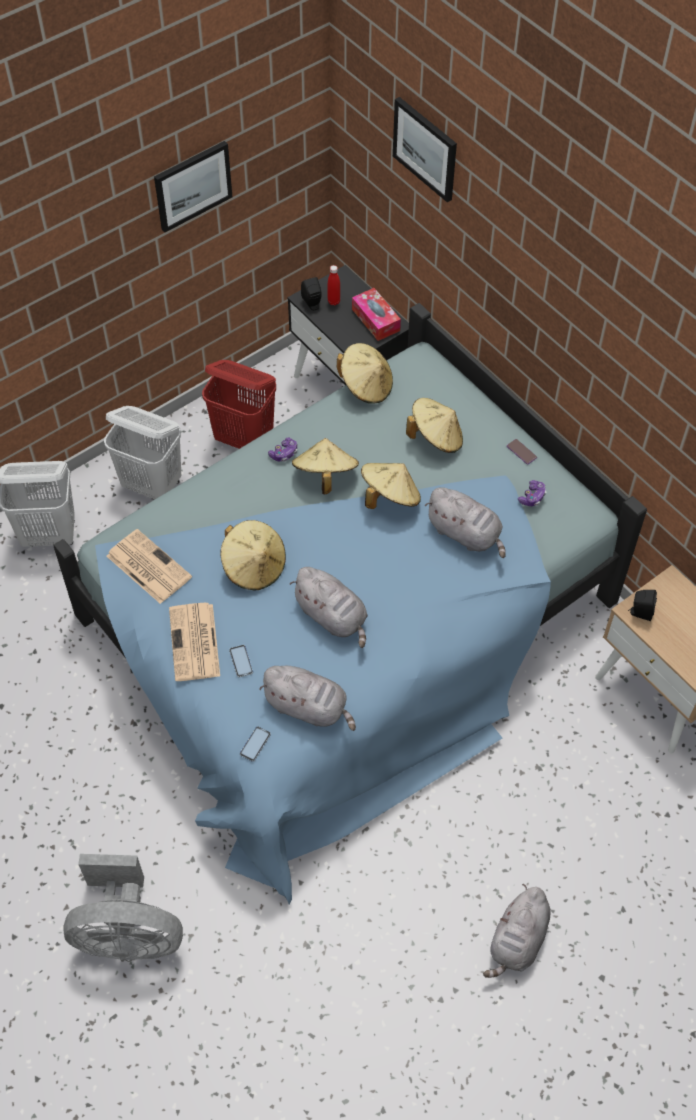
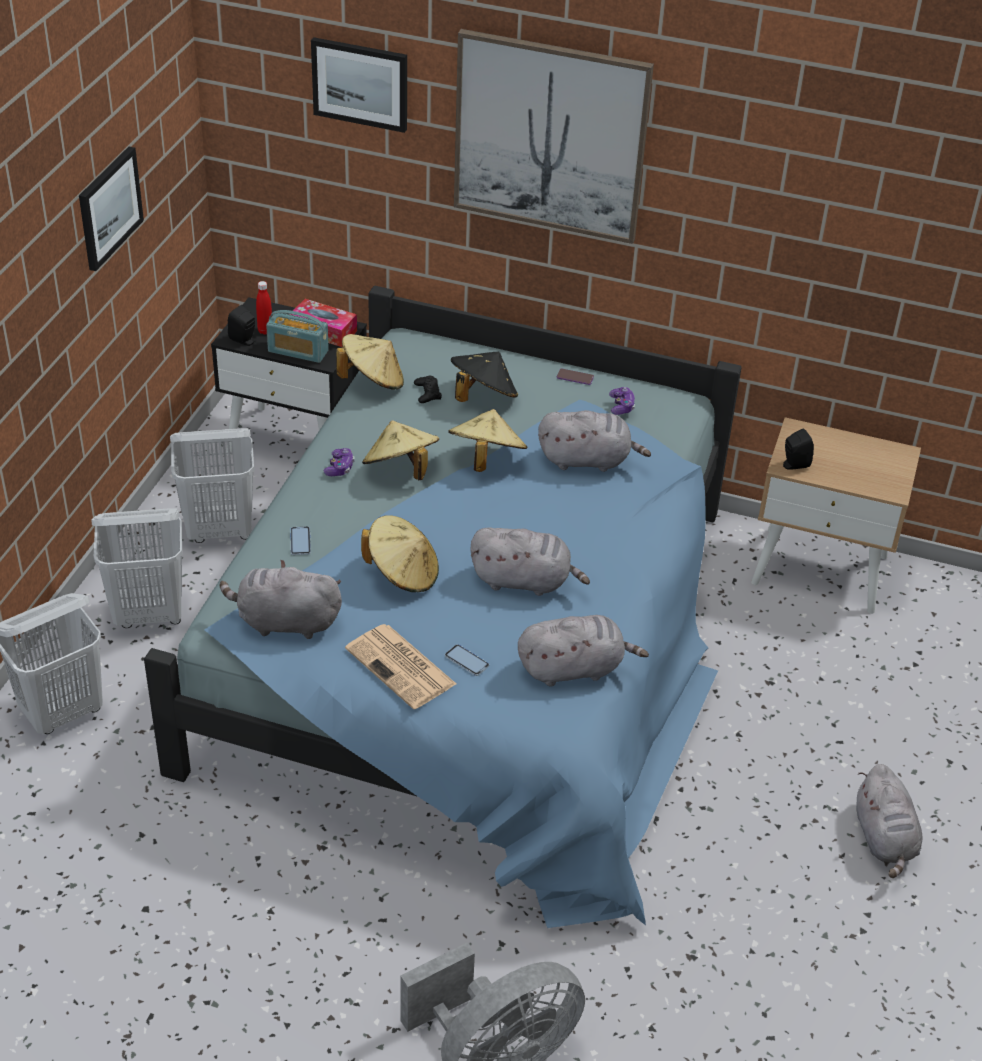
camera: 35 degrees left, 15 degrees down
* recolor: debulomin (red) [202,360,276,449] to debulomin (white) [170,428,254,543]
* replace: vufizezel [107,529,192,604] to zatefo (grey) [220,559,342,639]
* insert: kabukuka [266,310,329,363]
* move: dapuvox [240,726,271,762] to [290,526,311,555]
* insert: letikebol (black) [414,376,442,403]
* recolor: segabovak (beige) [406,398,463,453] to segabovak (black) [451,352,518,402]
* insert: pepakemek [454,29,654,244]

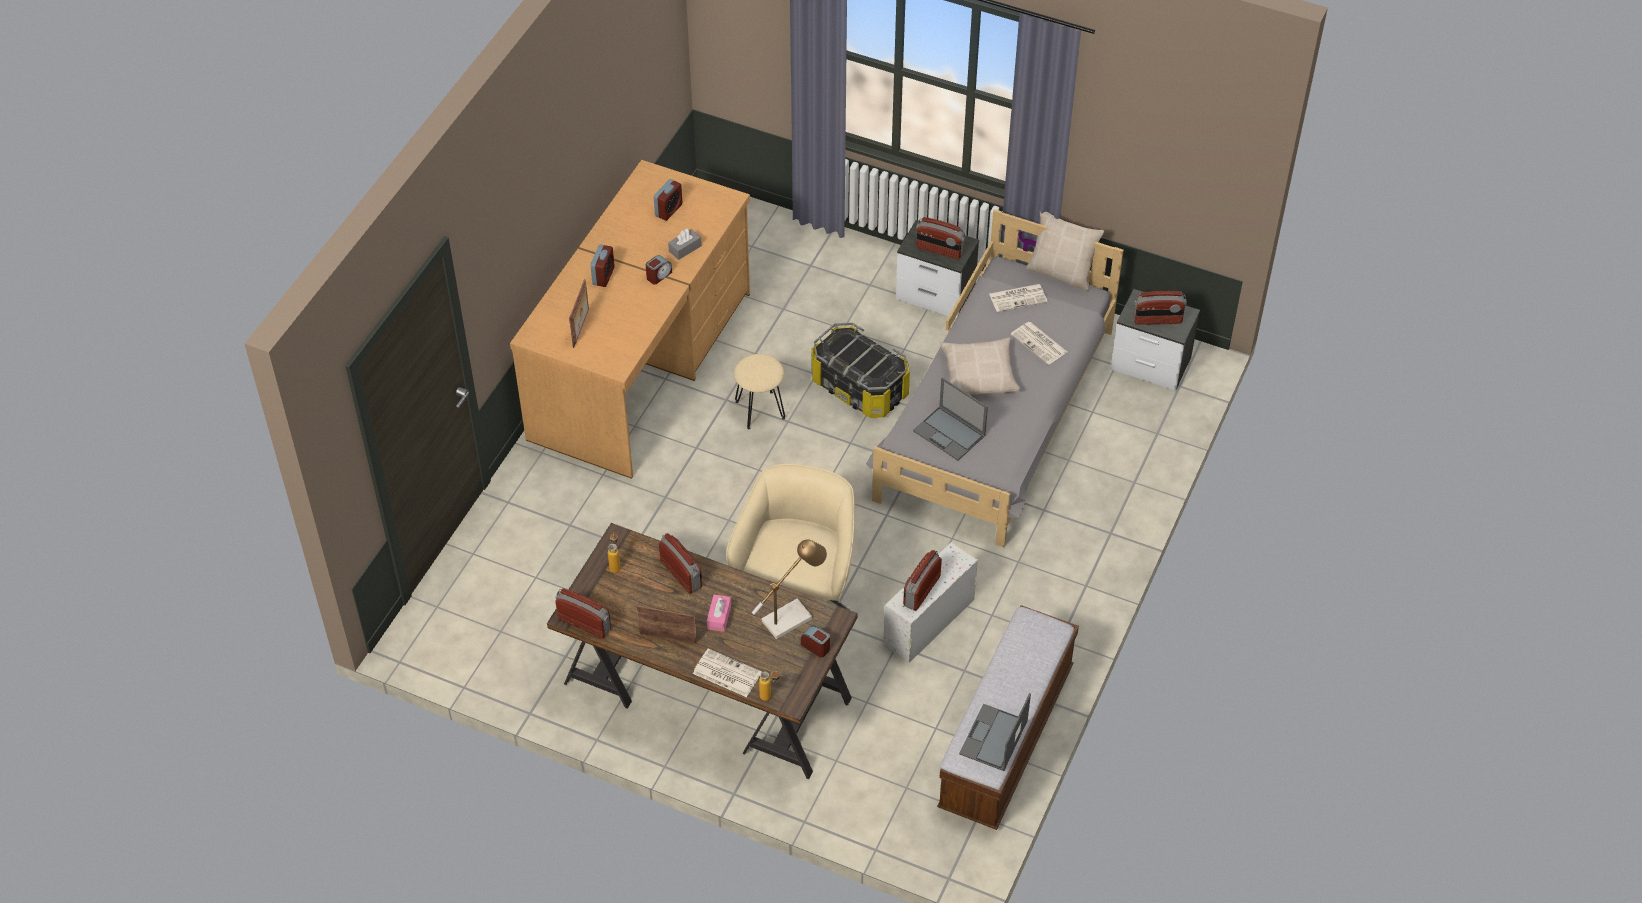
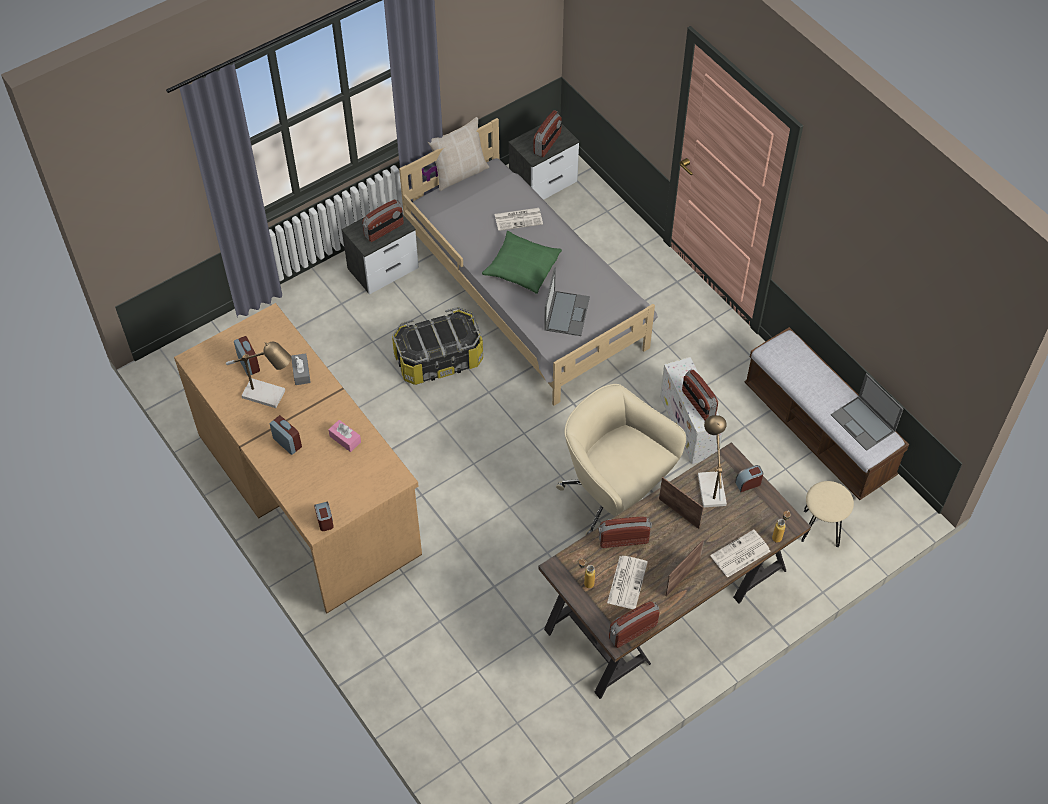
camera: 60 degrees left, 5 degrees up
* insert: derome [226,342,292,408]
* move: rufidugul [646,255,672,284] to [314,502,334,531]
* move: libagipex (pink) [707,594,731,632] to [328,420,361,452]
* recolor: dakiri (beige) [940,337,1020,395] to dakiri (green) [482,231,562,294]
* rotate: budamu [913,377,988,461] = [544,267,590,336] 60 degrees counterclockwise
* move: vufizezel [989,284,1047,312] to [607,556,648,609]
* move: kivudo [569,279,589,348] to [659,477,704,529]
* move: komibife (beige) [734,354,785,429] to [801,481,854,547]

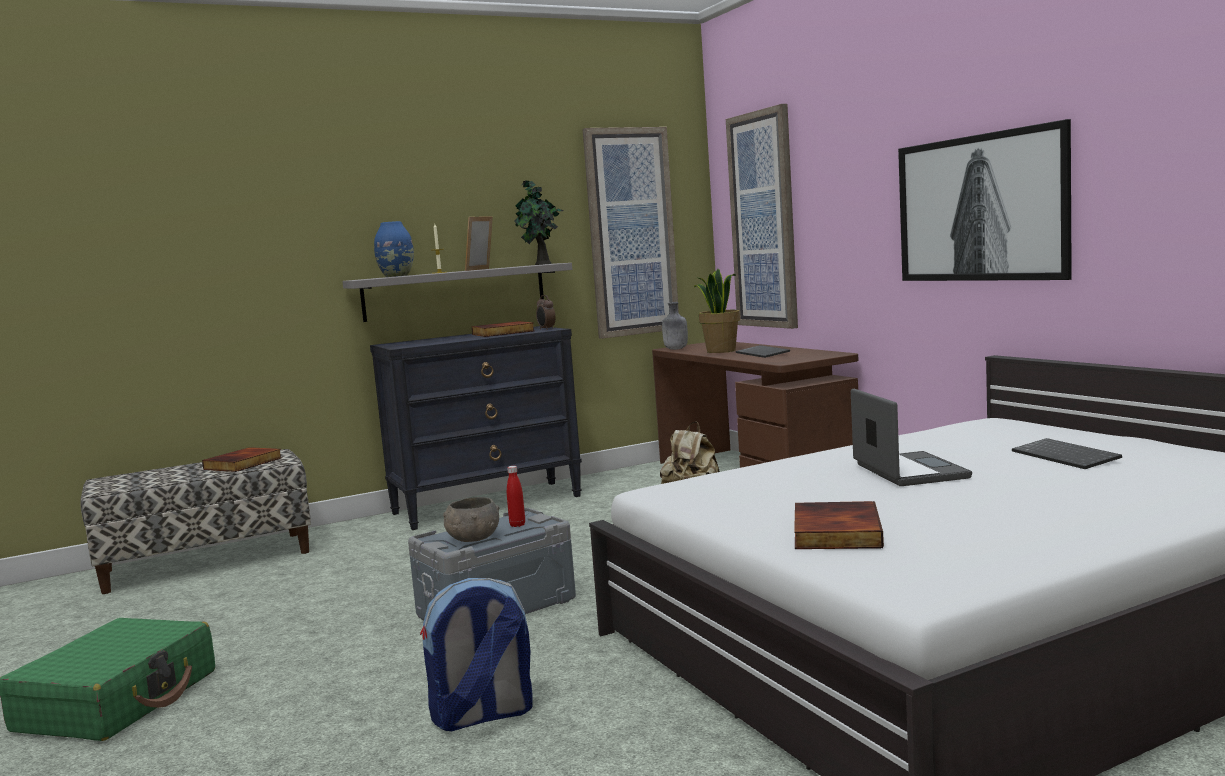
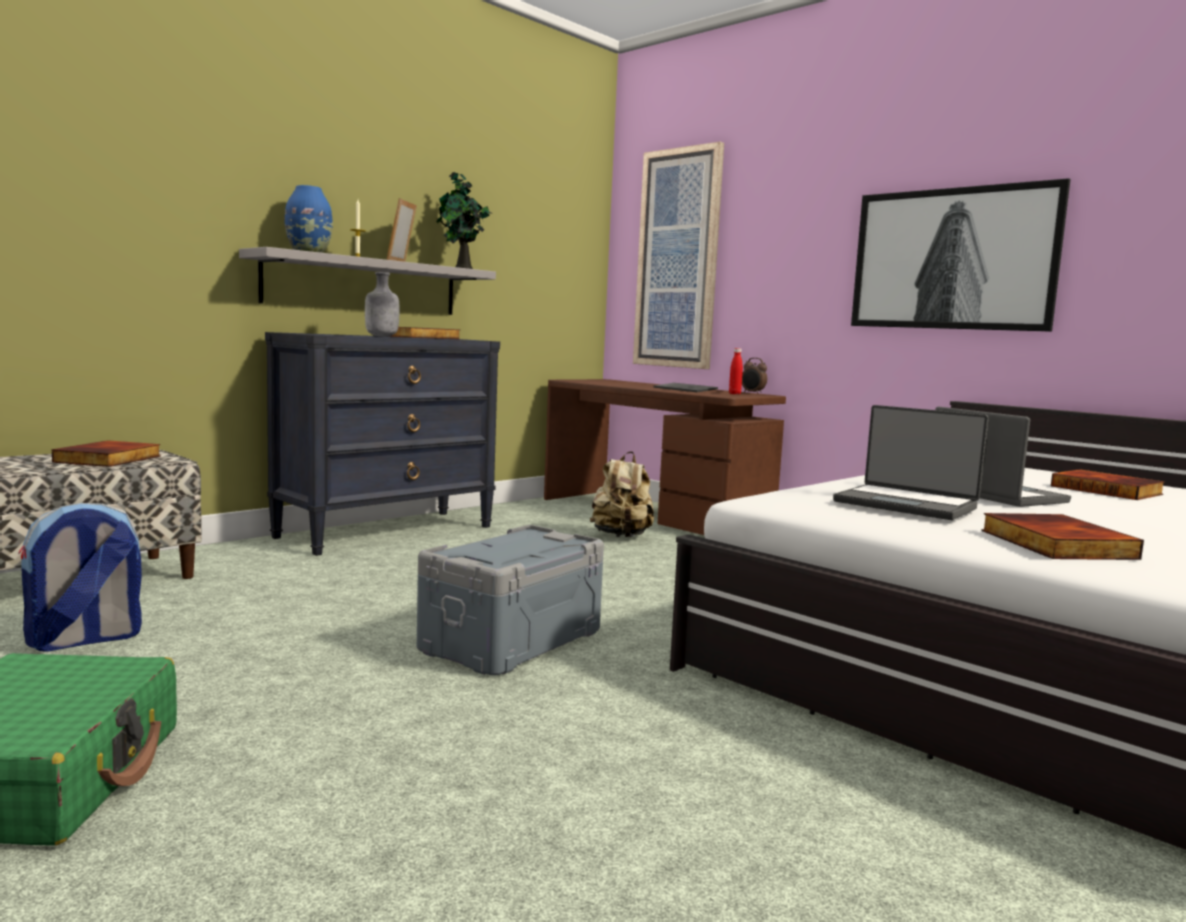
camera: 20 degrees left, 0 degrees up
* move: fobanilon [420,578,533,731] to [18,503,142,652]
* move: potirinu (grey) [662,302,688,350] to [365,272,400,337]
* move: potirinu (red) [507,466,525,527] to [729,348,743,394]
* move: rufidugul [536,295,555,330] to [742,358,767,394]
* insert: budamu [833,405,989,520]
* replace: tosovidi [1012,438,1122,469] to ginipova [1051,469,1165,500]
* delete: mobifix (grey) [443,497,499,542]
* delete: pepakemek [583,127,679,339]
* delete: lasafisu [694,269,740,353]

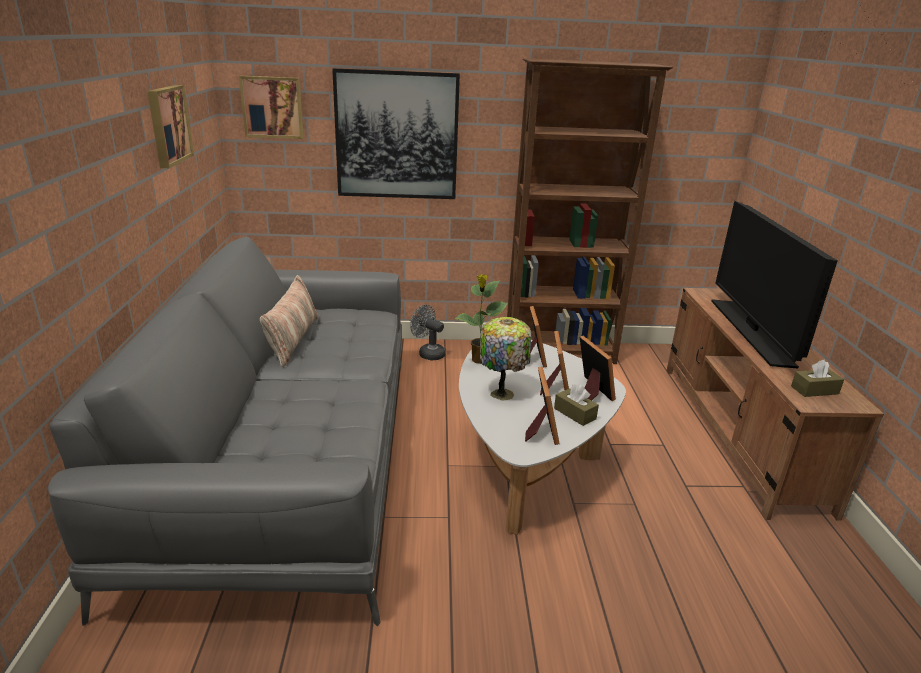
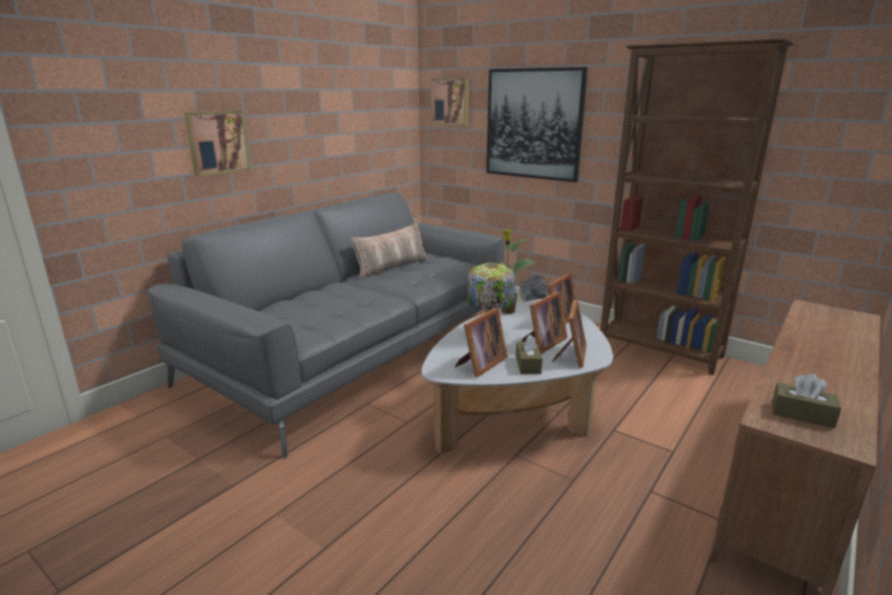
camera: 40 degrees right, 5 degrees down
* move: pepakemek [147,85,194,168] to [184,110,251,177]
* delete: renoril [711,201,838,369]

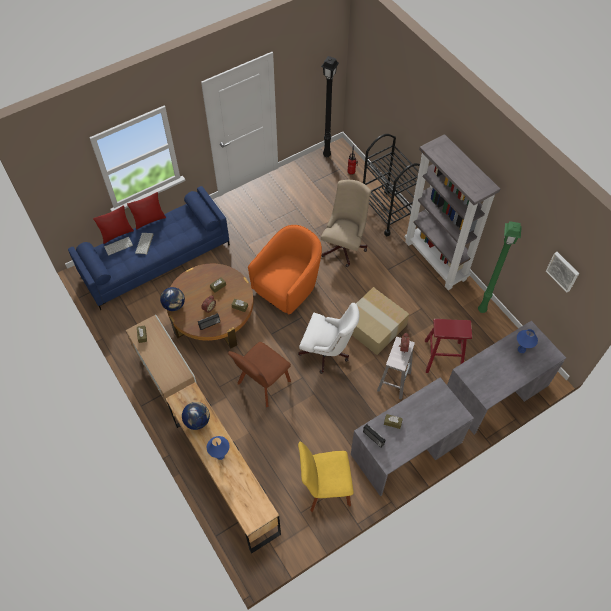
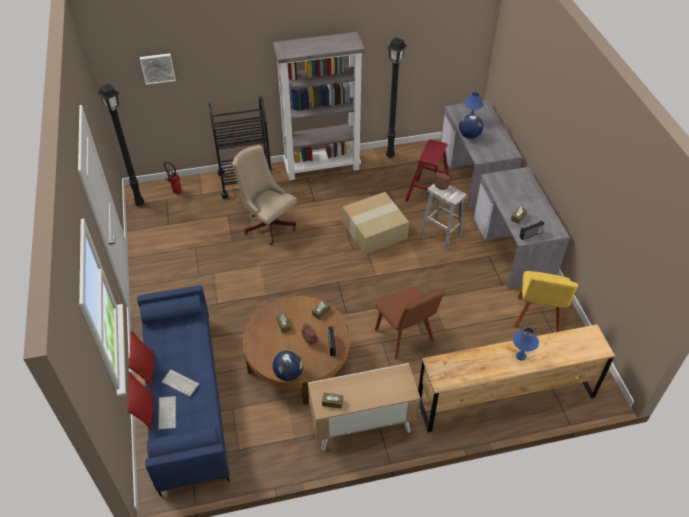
camera: 70 degrees left, 10 degrees down
* move: pepakemek [546,252,579,292] to [140,53,176,85]
* recolor: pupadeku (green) [478,221,522,313] to pupadeku (black) [386,37,407,158]
* move: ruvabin [182,402,210,430] to [459,114,483,139]
* delete: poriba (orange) [248,225,322,314]
* delete: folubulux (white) [298,303,360,374]

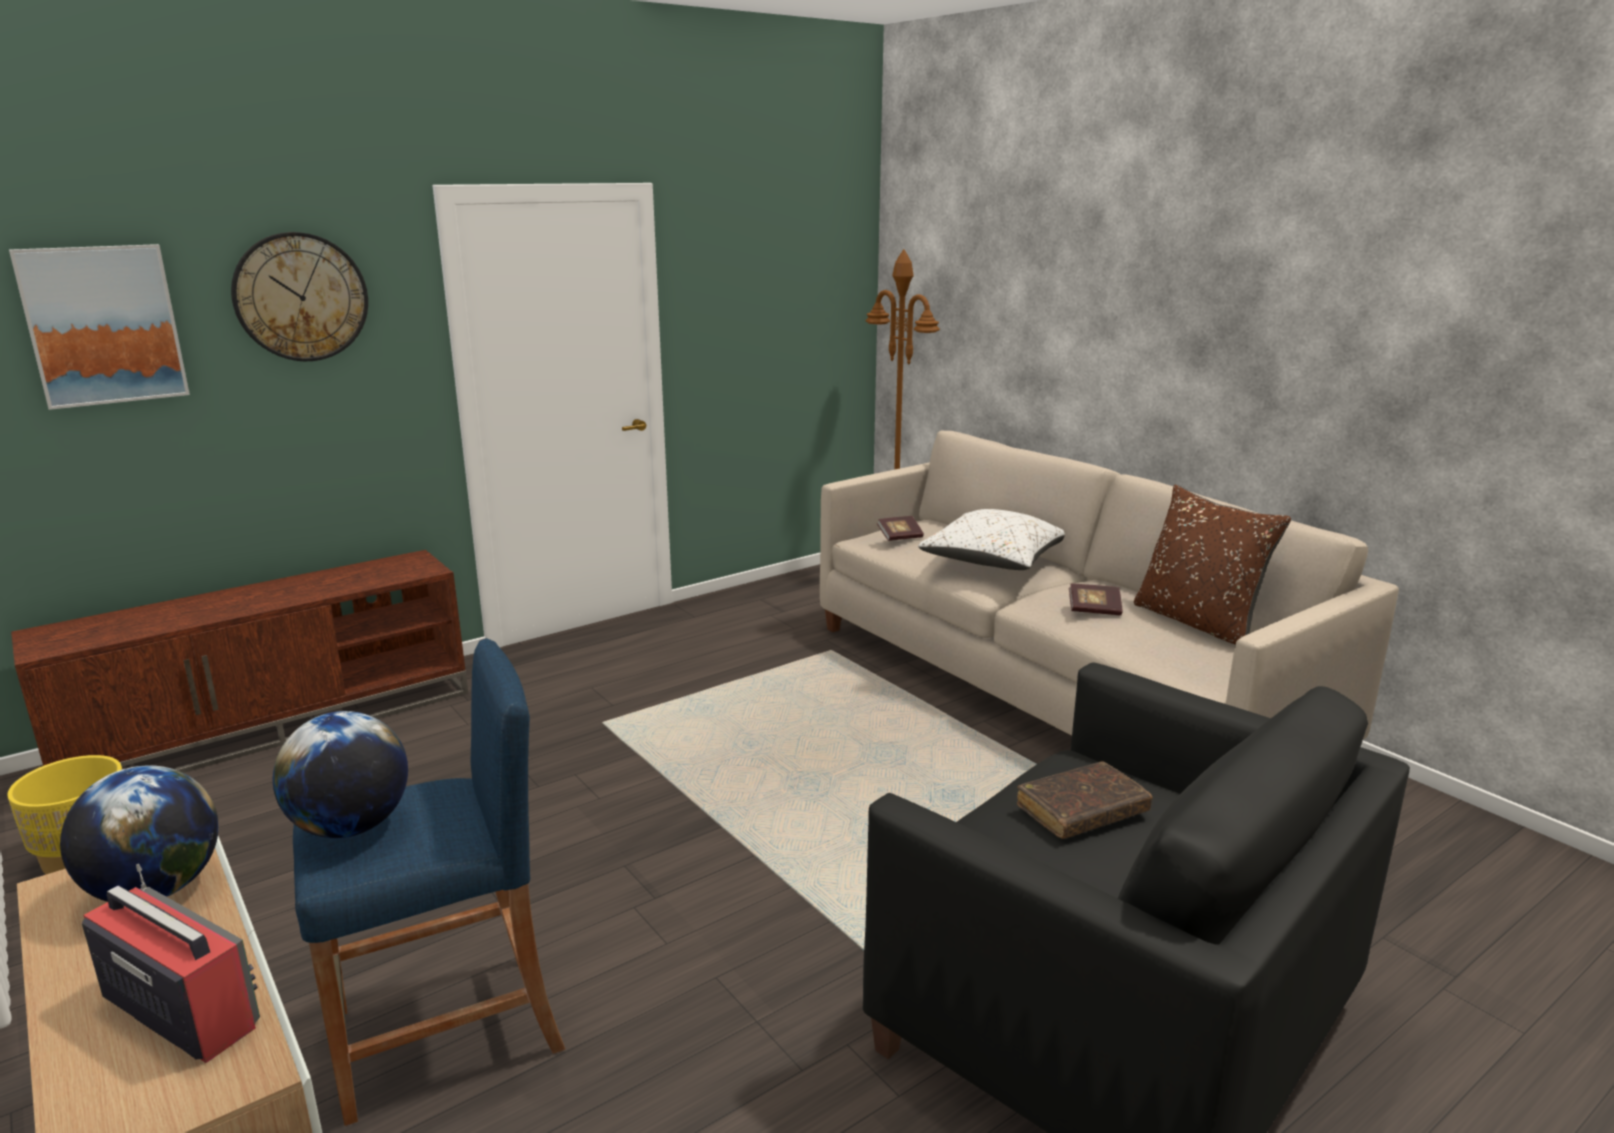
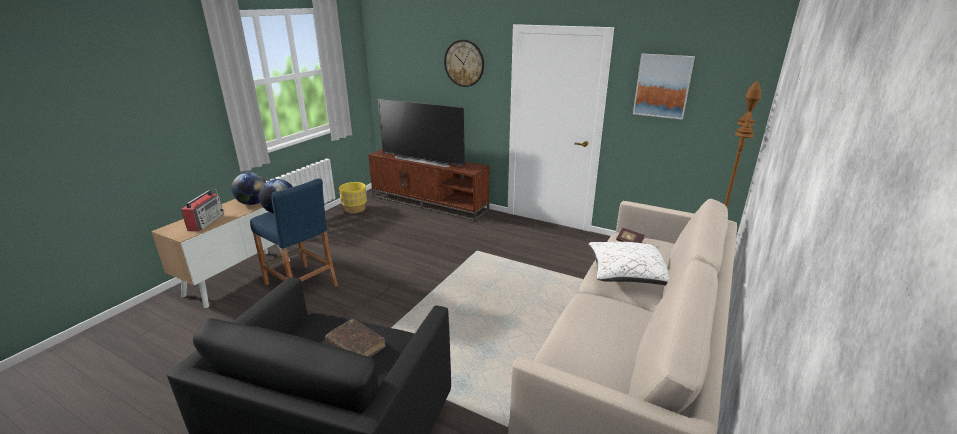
camera: 65 degrees right, 5 degrees up
* insert: renoril [378,99,465,167]
* move: pepakemek [9,244,190,410] to [633,54,695,120]
* delete: ginipova [1069,583,1123,615]
* delete: dakiri (brown) [1134,485,1291,645]

